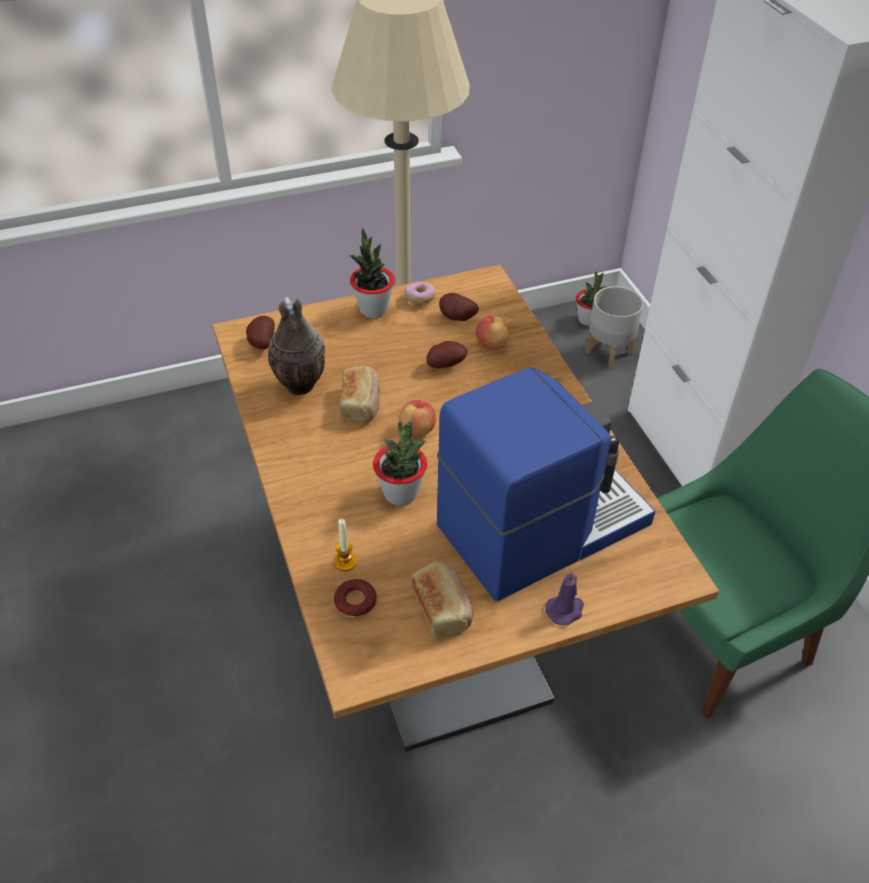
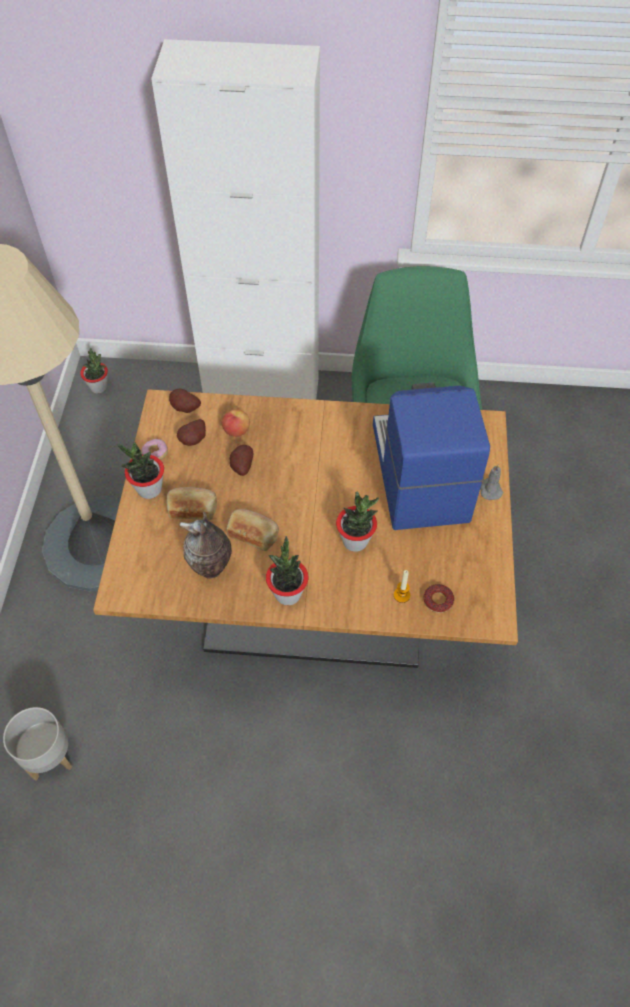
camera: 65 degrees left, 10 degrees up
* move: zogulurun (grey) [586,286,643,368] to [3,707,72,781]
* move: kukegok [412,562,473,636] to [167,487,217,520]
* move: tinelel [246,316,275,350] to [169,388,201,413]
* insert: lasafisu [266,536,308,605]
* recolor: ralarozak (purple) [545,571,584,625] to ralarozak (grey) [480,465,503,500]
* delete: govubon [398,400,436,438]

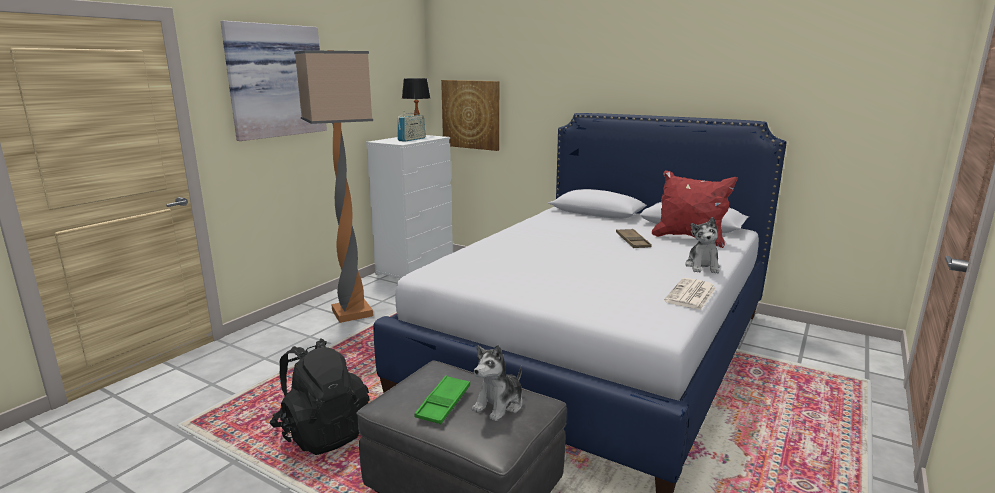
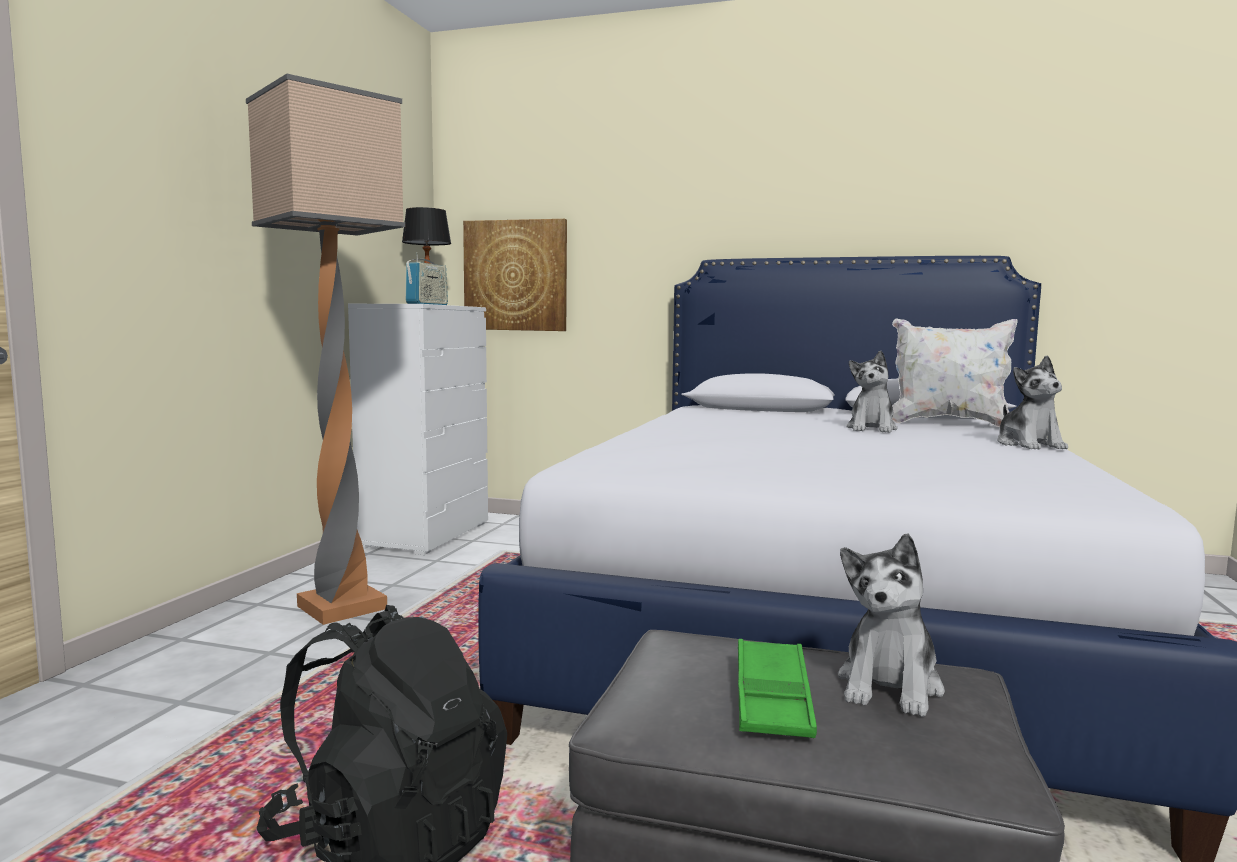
camera: 15 degrees left, 10 degrees down
* replace: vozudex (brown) [616,229,651,248] to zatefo [846,351,898,433]
* recolor: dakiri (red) [652,170,738,248] to dakiri (white) [892,319,1017,427]
* delete: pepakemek [220,21,327,141]
* delete: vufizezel [664,278,716,310]

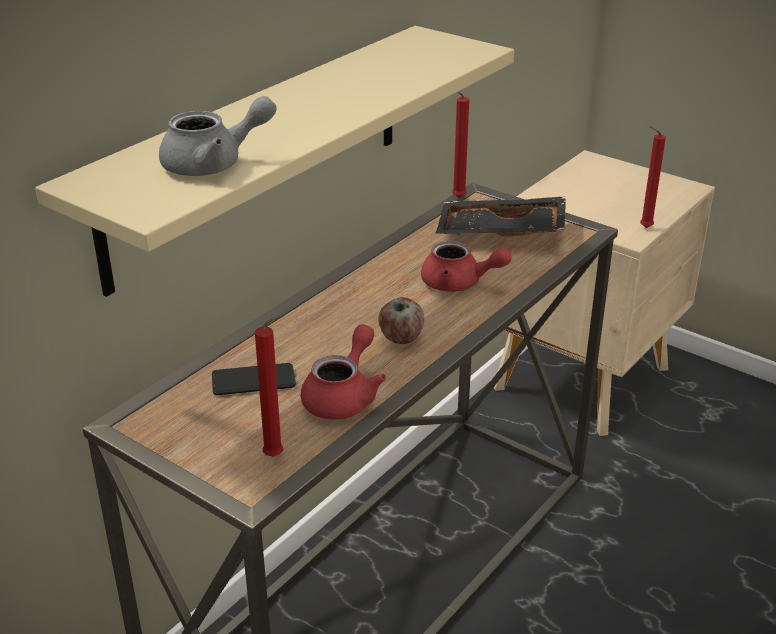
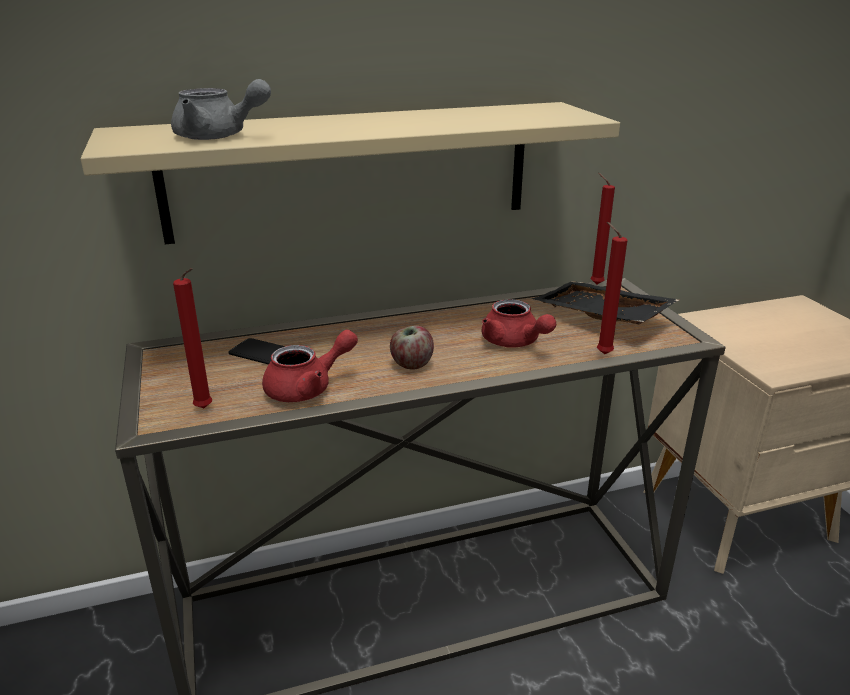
camera: 35 degrees right, 5 degrees down
* move: ralarozak (red) [640,126,666,228] to [597,222,628,354]

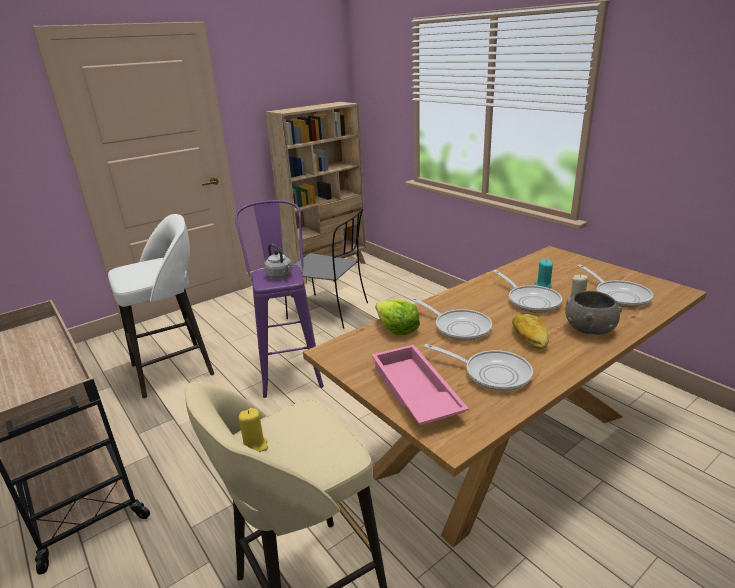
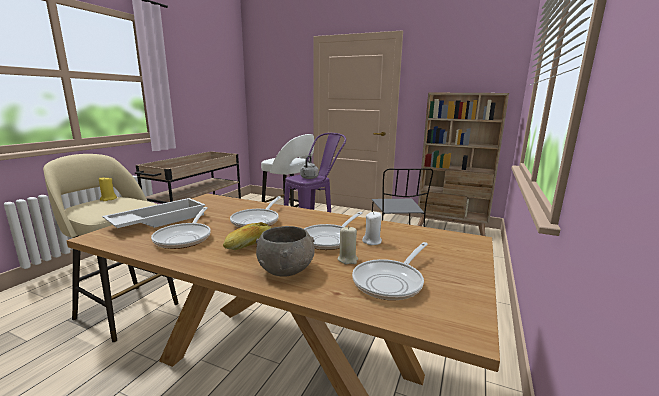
camera: 60 degrees right, 10 degrees down
* recolor: vozudex (pink) [372,344,469,425] to vozudex (white) [102,198,206,228]
* recolor: ralarozak (turquoise) [535,259,553,288] to ralarozak (white) [362,212,382,245]
* delete: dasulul [375,300,420,335]

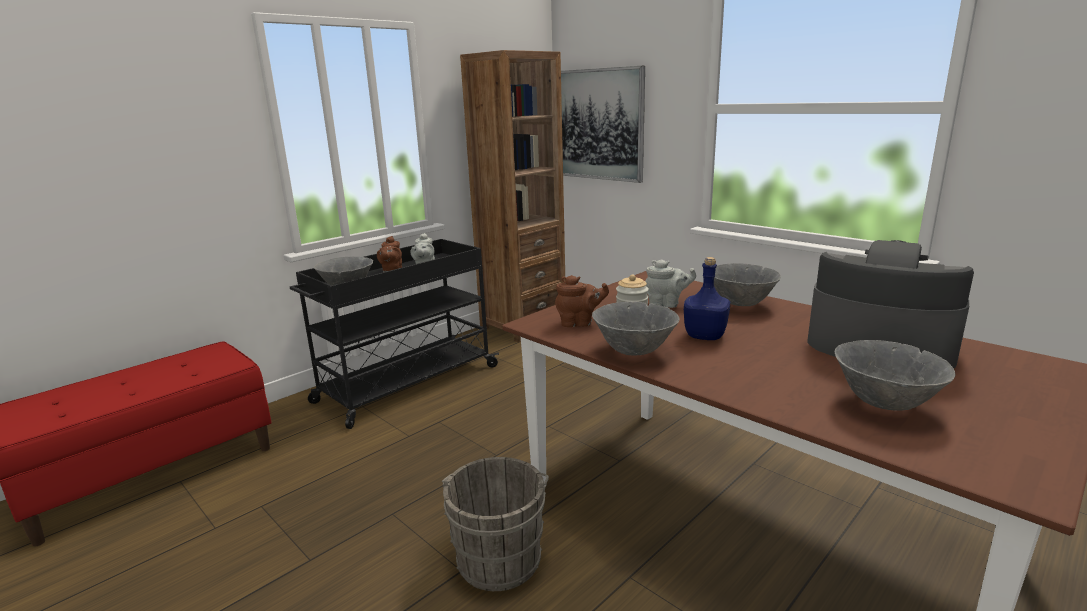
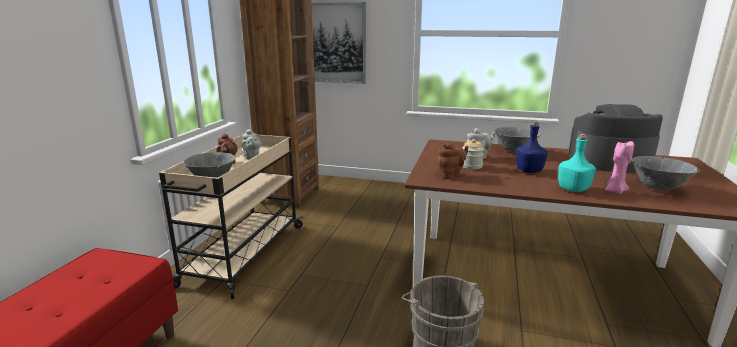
camera: 30 degrees left, 0 degrees up
* recolor: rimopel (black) [290,239,499,429] to rimopel (beige) [159,134,304,299]
* insert: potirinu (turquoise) [558,134,596,192]
* insert: ralarozak (pink) [605,141,634,194]
* delete: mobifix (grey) [592,302,680,356]

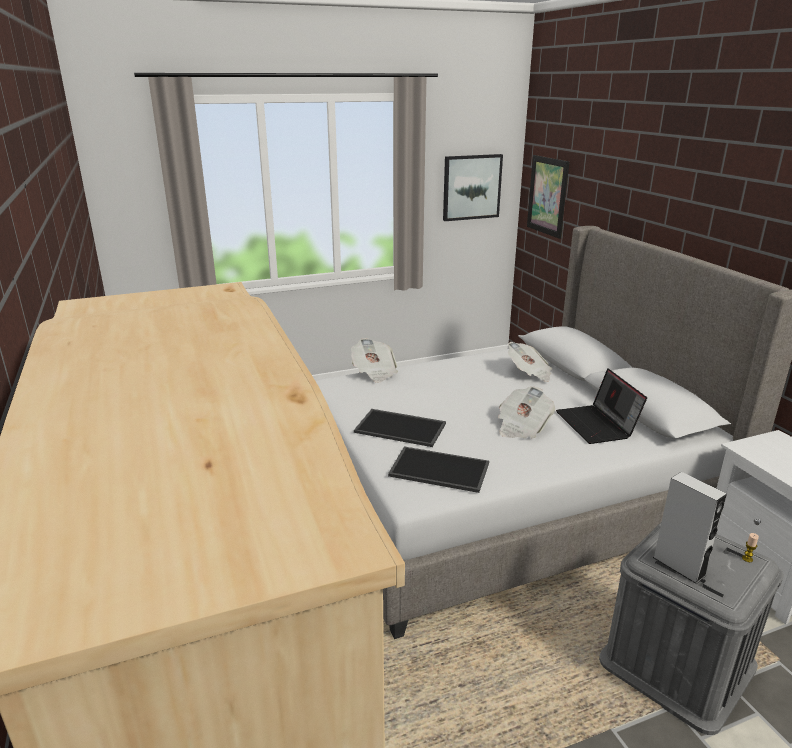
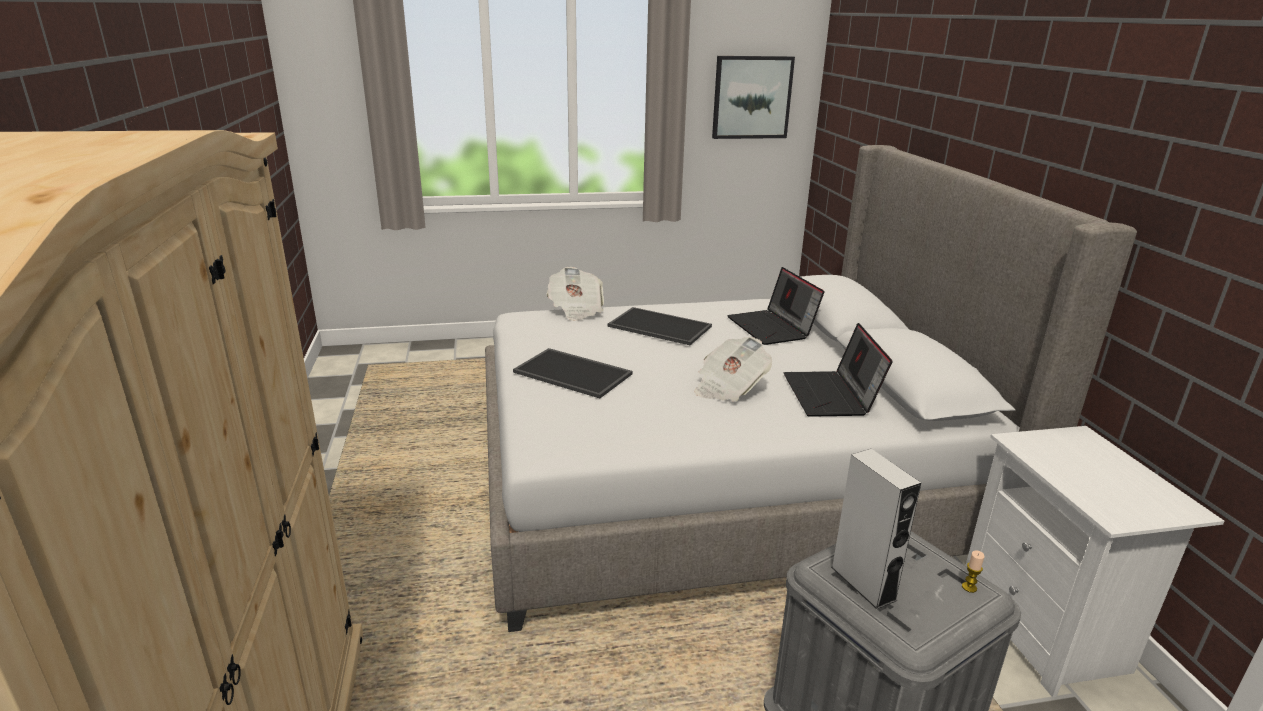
camera: 10 degrees right, 0 degrees up
* move: vozudex [388,447,489,493] to [608,307,712,345]
* replace: vufizezel [508,342,552,382] to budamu [727,267,824,345]
* delete: pepakemek [527,155,569,239]

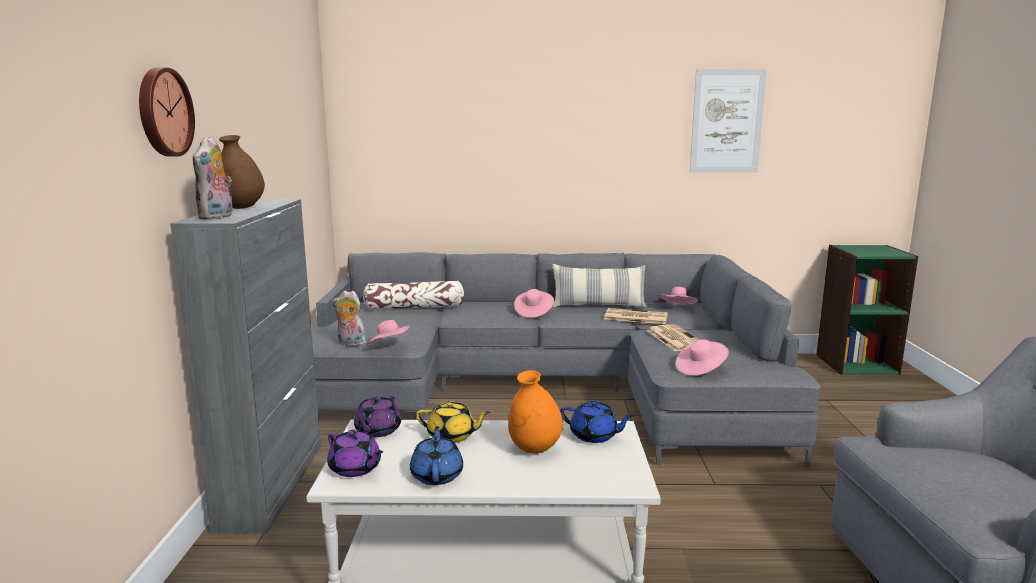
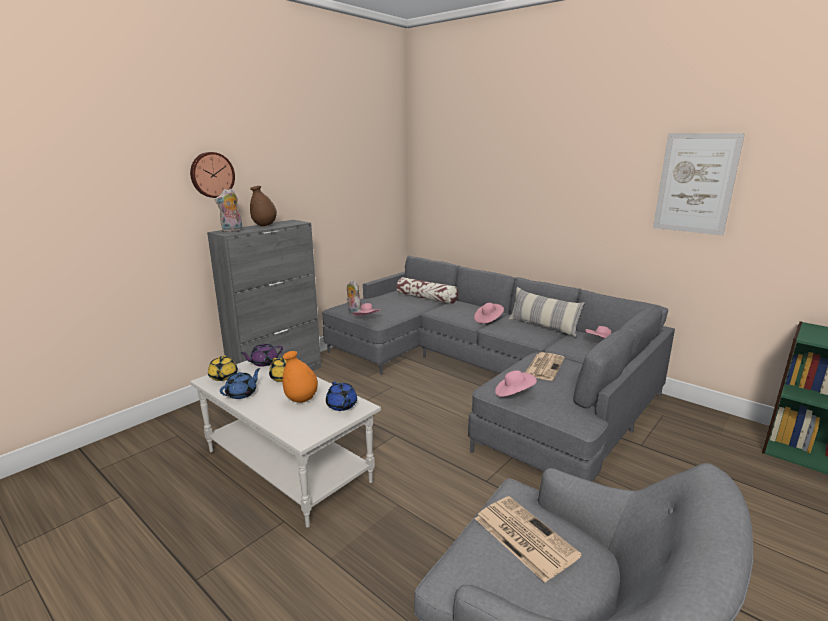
camera: 40 degrees right, 5 degrees up
* recolor: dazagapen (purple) [327,430,383,477] to dazagapen (yellow) [208,355,238,381]
* move: vufizezel [604,308,668,324] to [475,496,582,583]

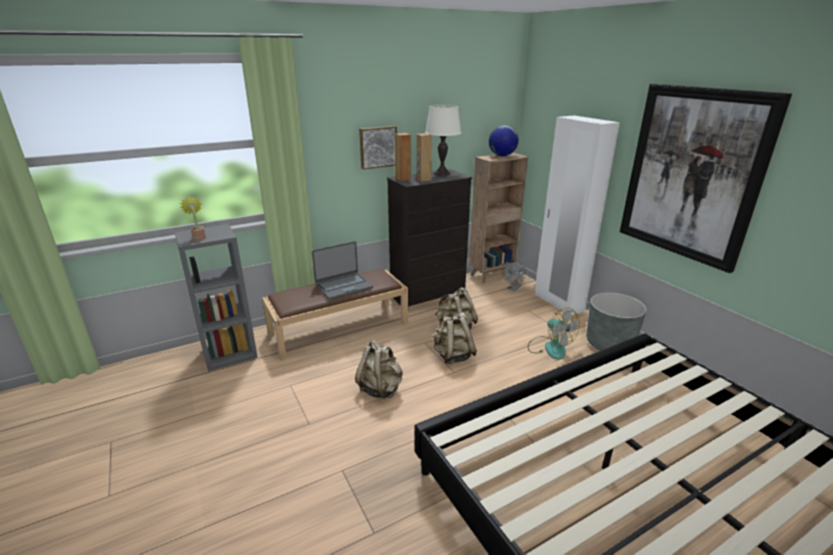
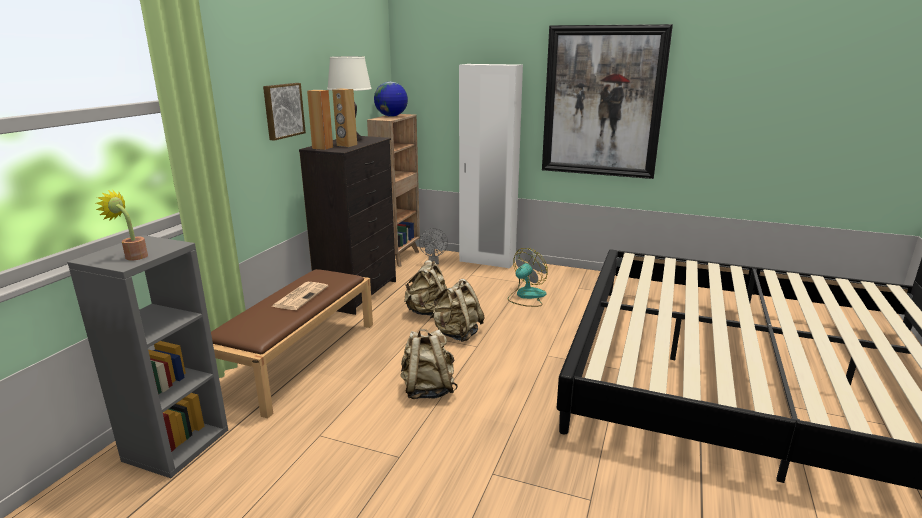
camera: 40 degrees left, 5 degrees down
* replace: budamu [312,241,373,300] to vufizezel [271,282,328,310]
* rotate: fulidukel [528,308,580,360] = [508,248,548,307] 60 degrees counterclockwise
* delete: zogulurun (grey) [586,292,647,351]

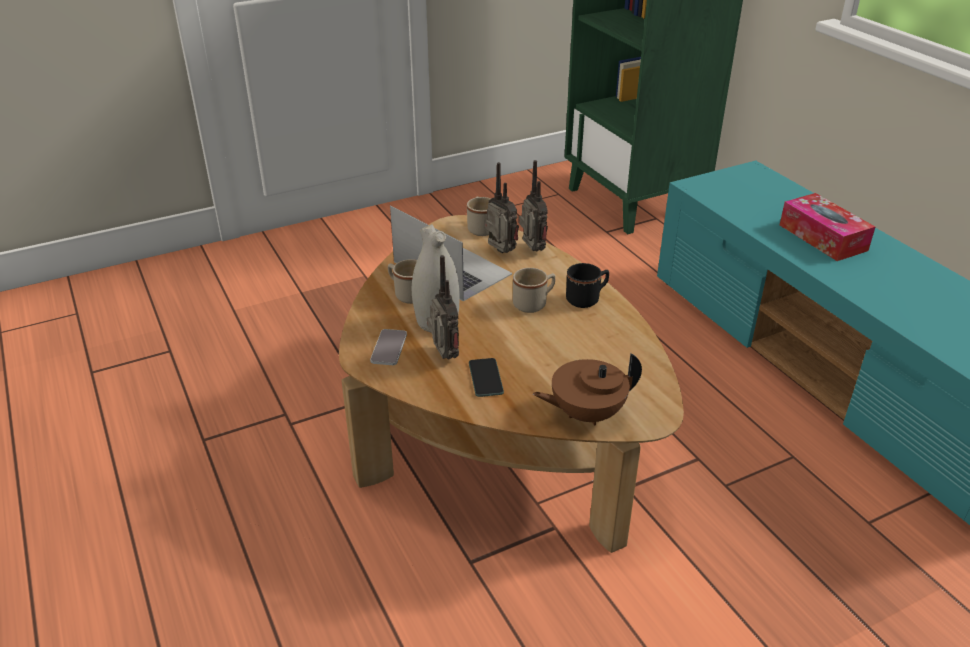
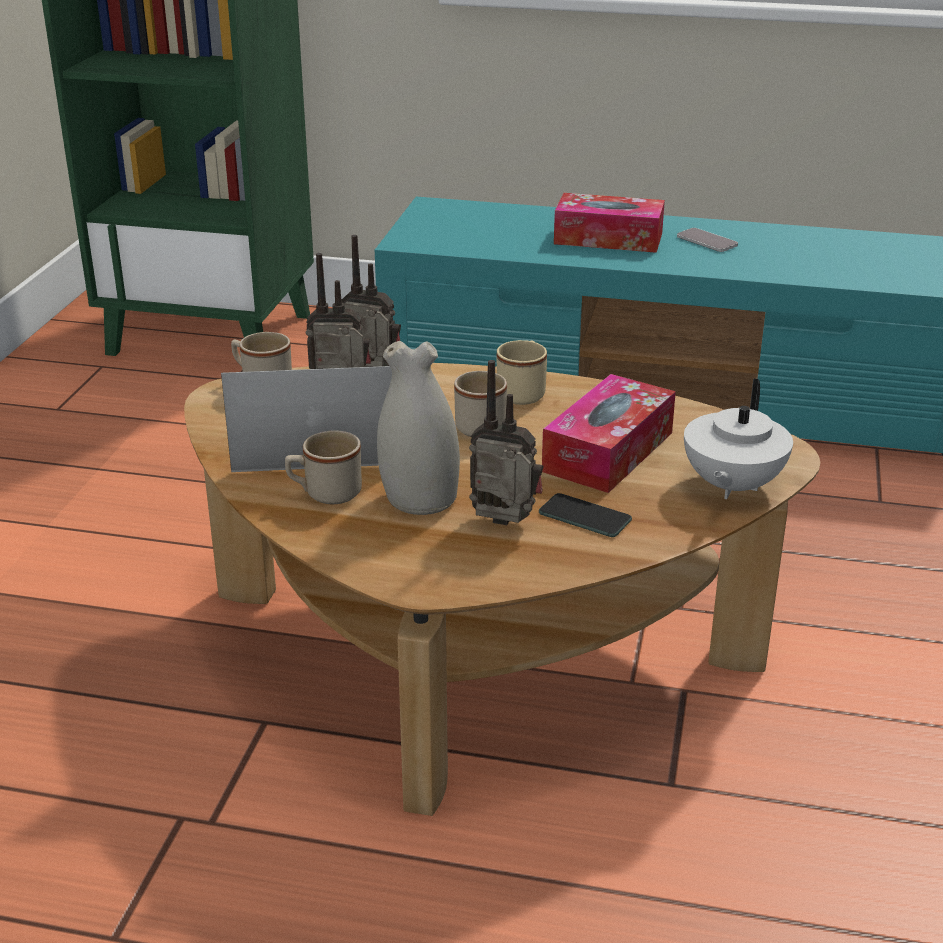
camera: 50 degrees left, 5 degrees down
* recolor: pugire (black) [566,263,609,308] to pugire (beige) [497,340,547,405]
* insert: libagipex [542,374,676,493]
* move: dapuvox [370,329,407,365] to [677,228,738,252]
* recolor: dazagapen (brown) [533,353,642,425] to dazagapen (white) [684,378,793,499]

